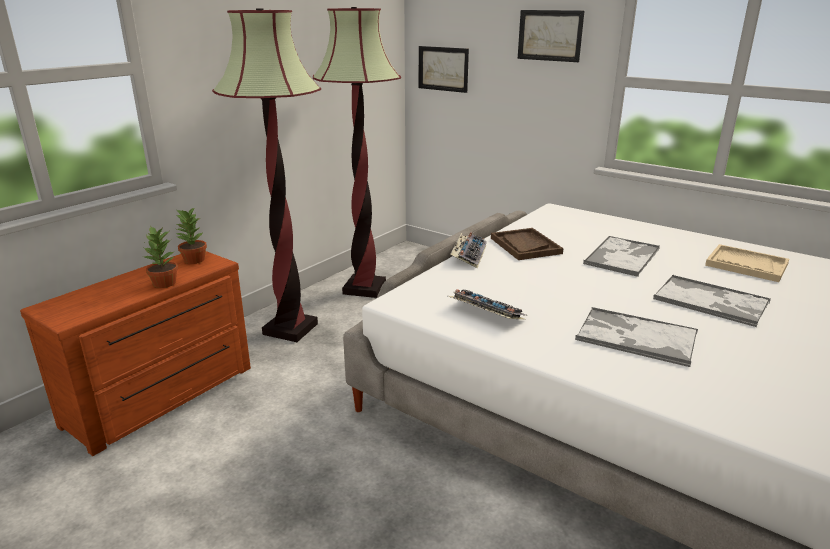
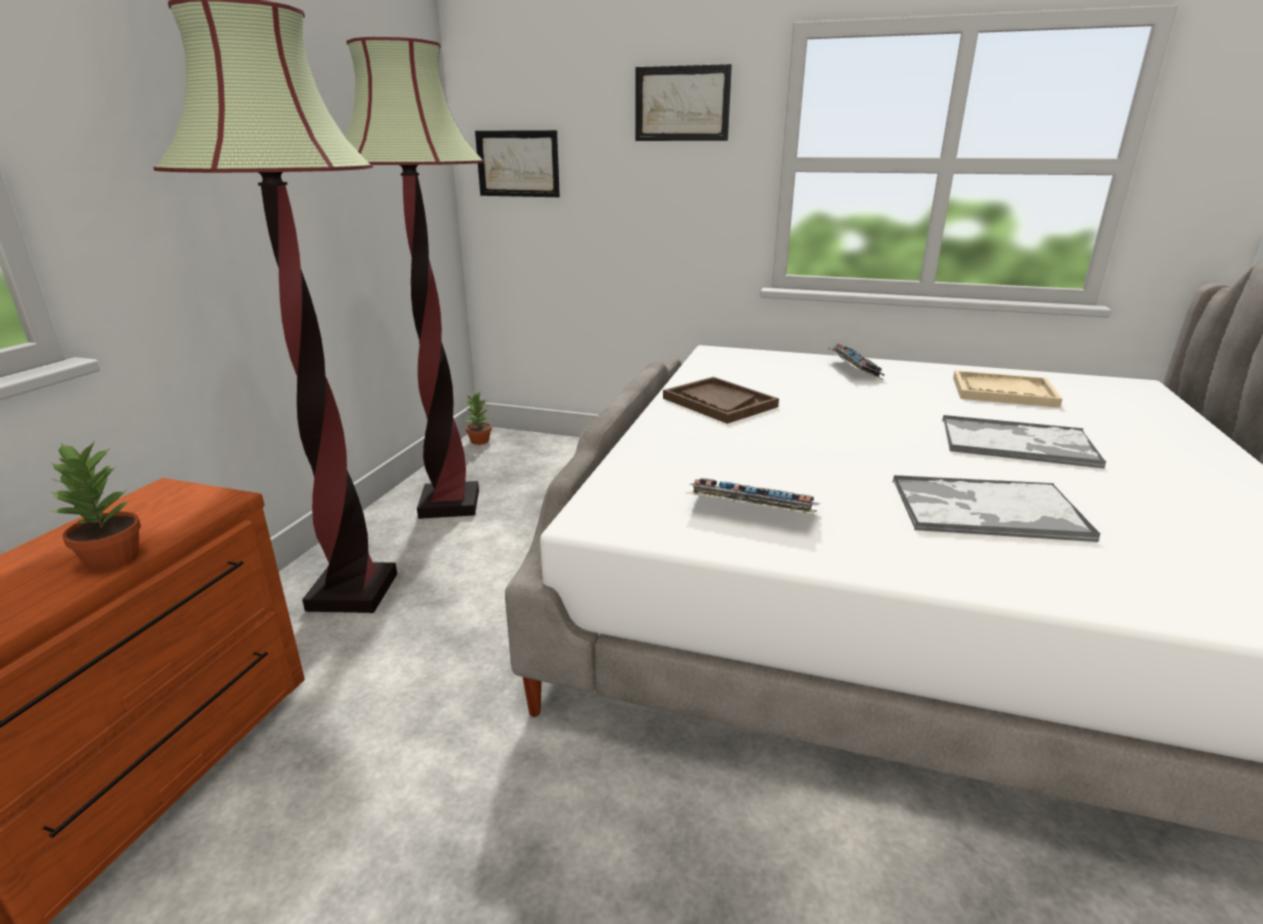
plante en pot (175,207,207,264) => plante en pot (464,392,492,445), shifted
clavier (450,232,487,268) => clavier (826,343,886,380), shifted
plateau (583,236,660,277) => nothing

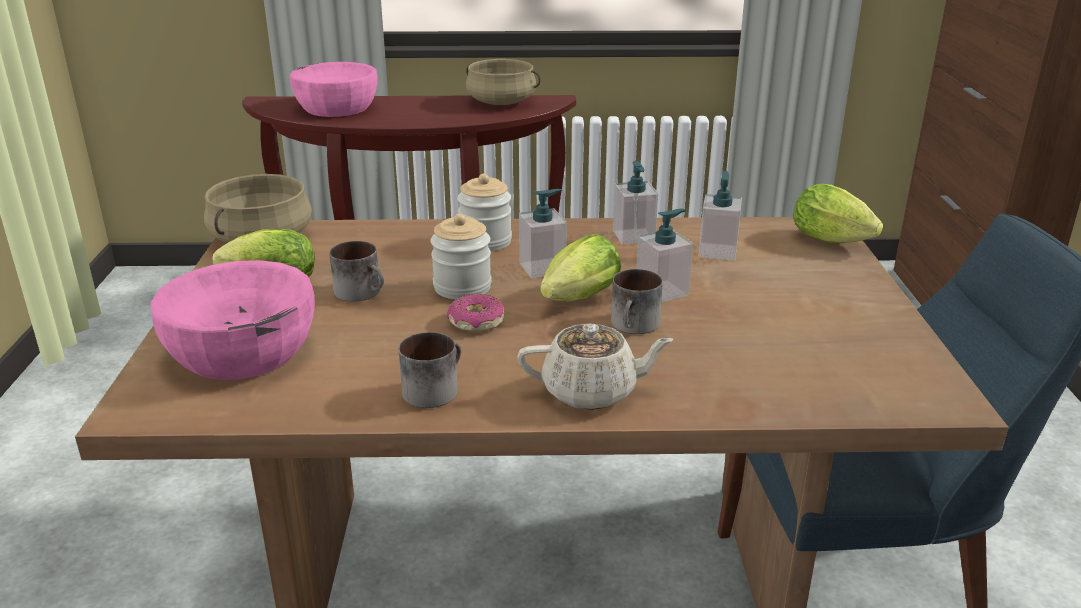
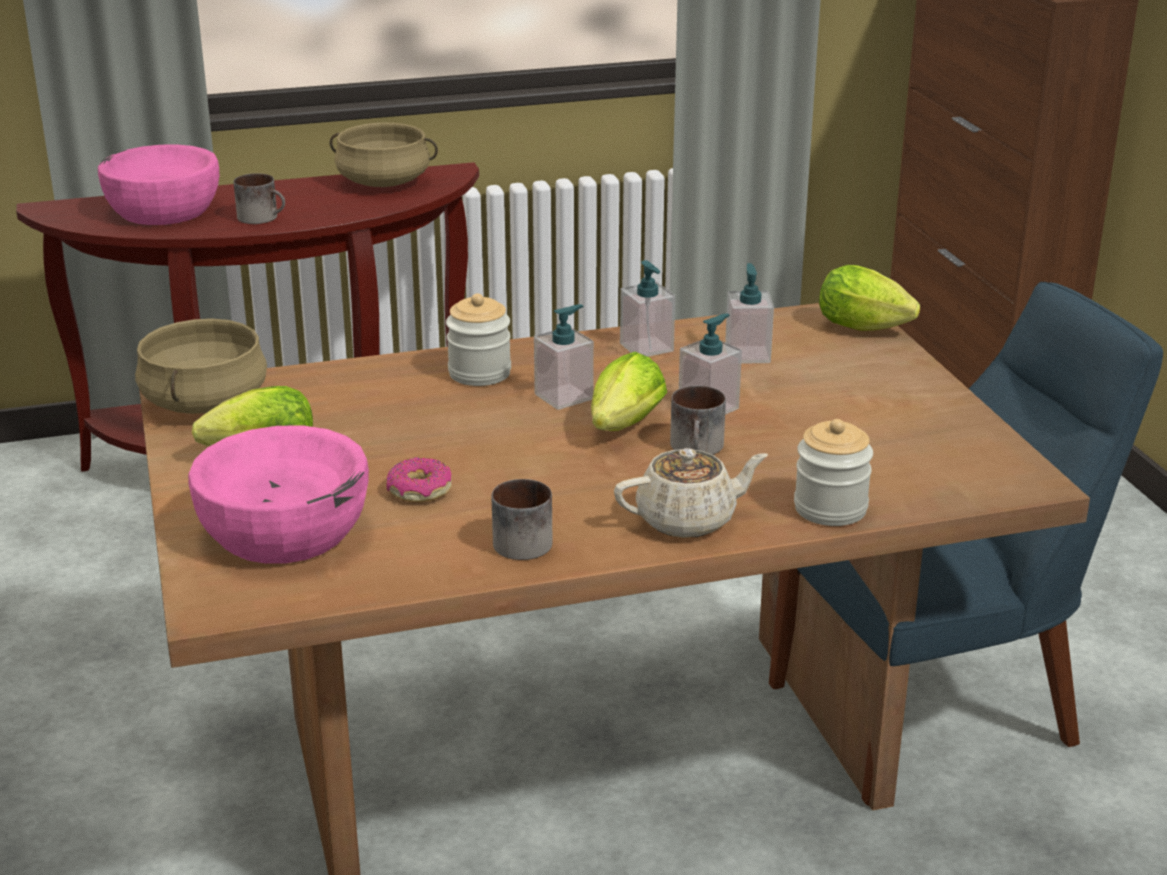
bocal (431,214,492,299) => bocal (794,419,873,526), shifted
mug (329,241,384,302) => mug (233,173,285,224), shifted
beignet (447,293,504,332) => beignet (387,458,452,502), shifted

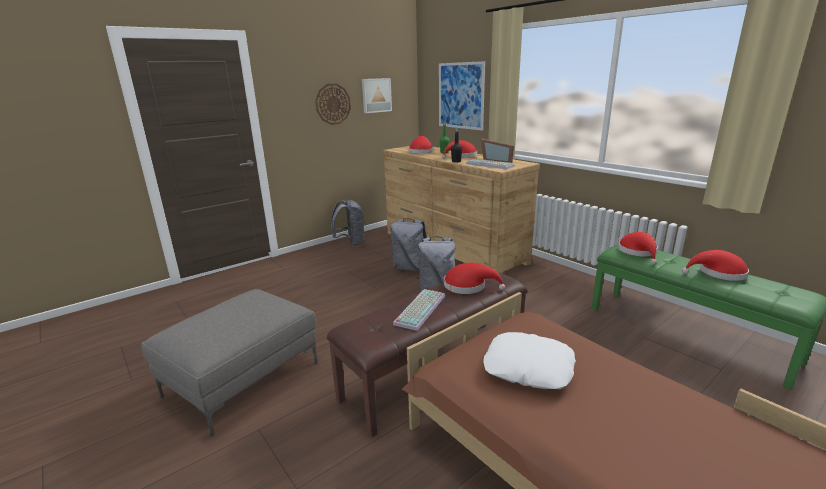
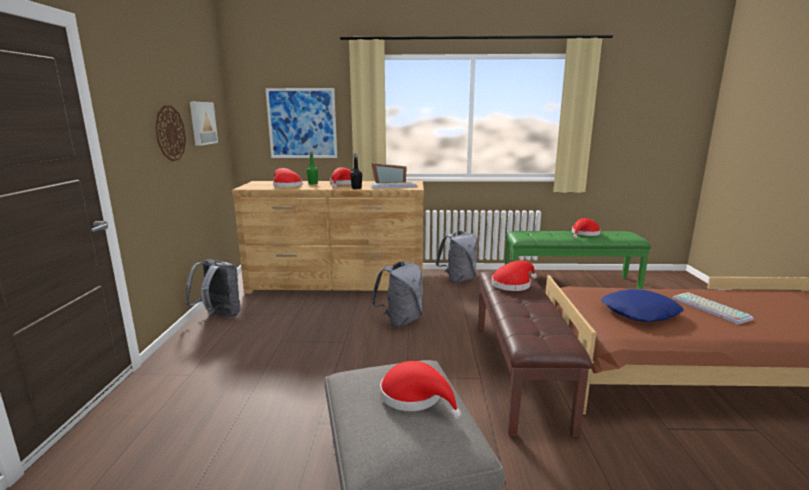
sac à dos (gris) (390,218,427,271) => sac à dos (gris) (436,231,477,283), shifted
chapeau (rouge) (618,232,658,265) => chapeau (rouge) (380,361,461,419), shifted
clavier (393,289,445,331) => clavier (672,292,753,325), shifted
coussin (blanc) (483,332,576,389) => coussin (bleu) (601,289,684,322)

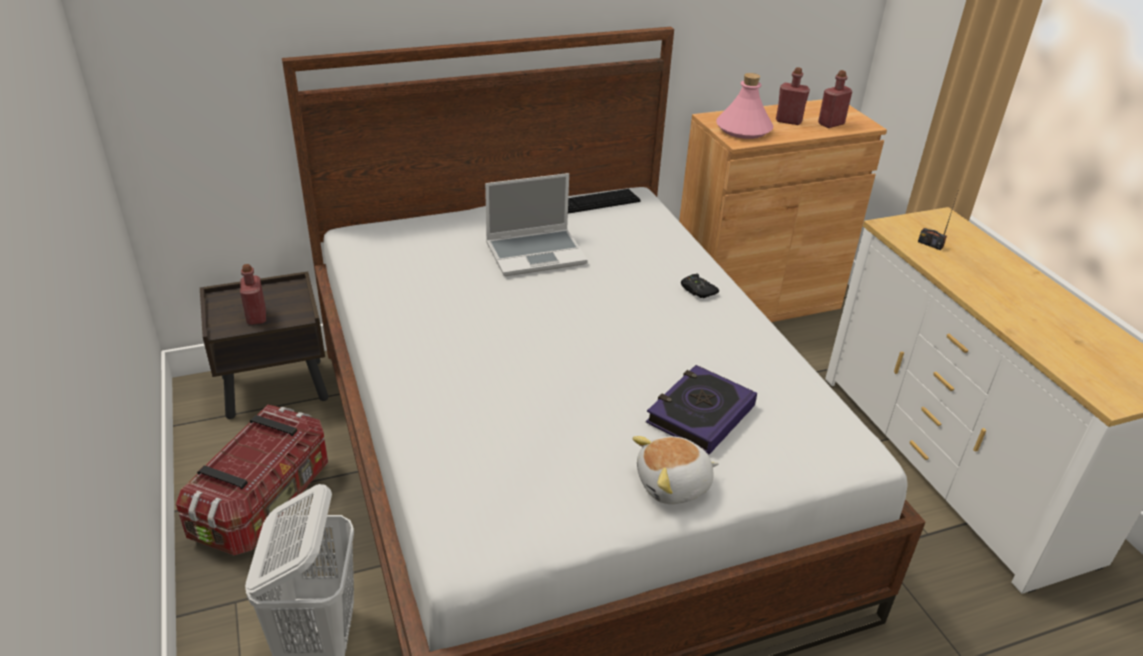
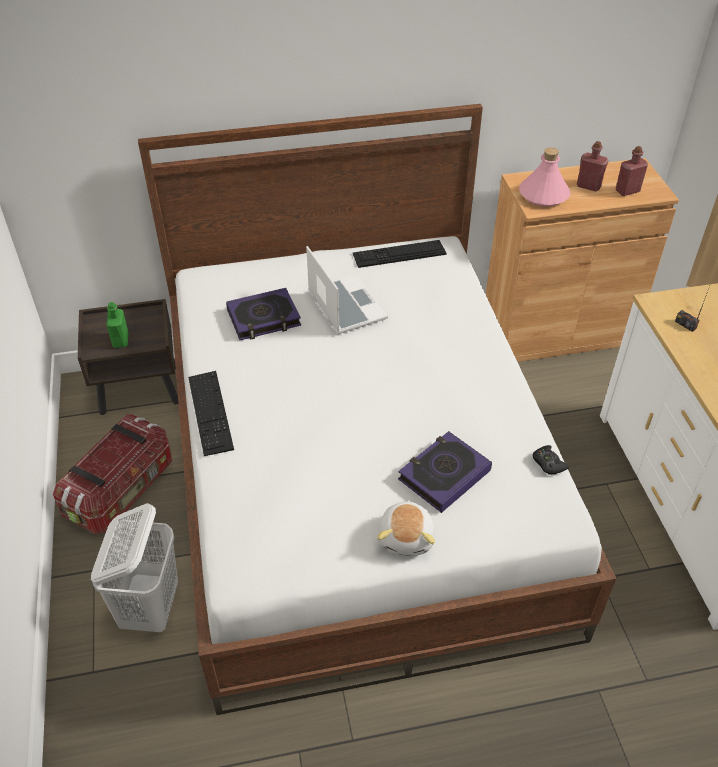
ordinateur portable (485,173,588,276) => ordinateur portable (306,246,388,334), 105 degrees counterclockwise
bouteille (rouge) (240,264,266,325) => bouteille (vert) (107,302,129,348)
manette (noir) (681,274,719,298) => manette (noir) (532,445,569,474), shifted
peluche (633,436,719,504) => peluche (377,500,435,556), 75 degrees counterclockwise
nothing => livre (226,288,301,340)
nothing => clavier (188,371,234,456)

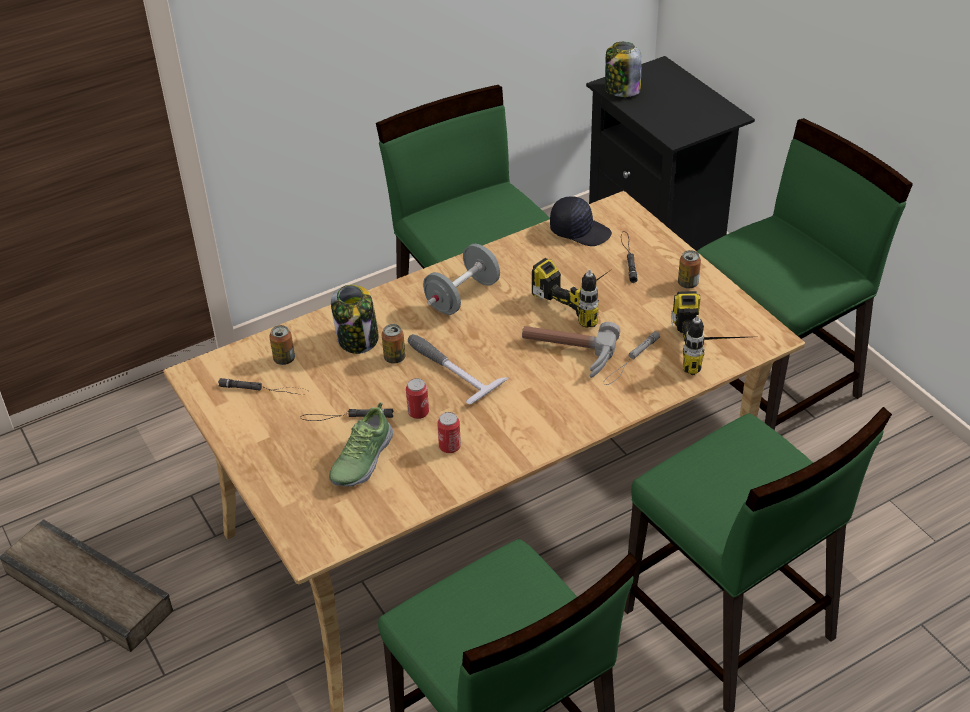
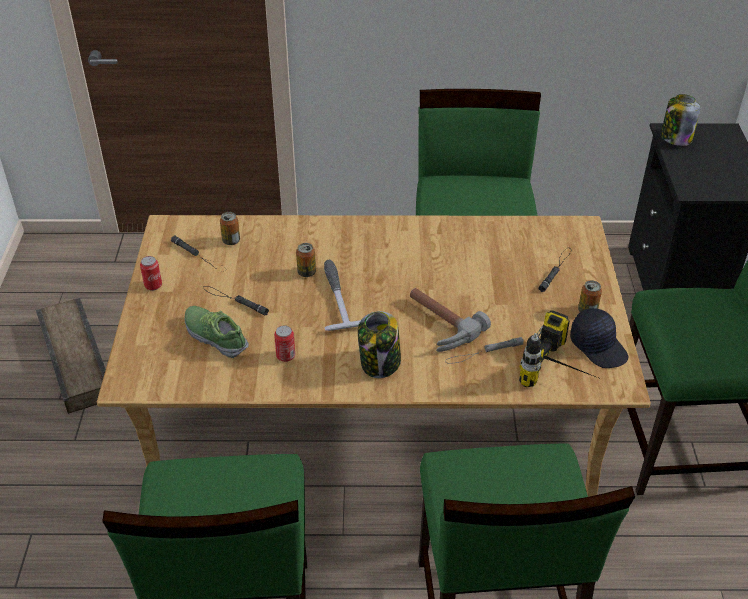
casquette (noir) (550,196,612,246) => casquette (noir) (570,308,628,368), shifted
haltère (gris) (423,244,500,315) => nothing
perceuse (532,258,612,328) => nothing
bocal (331,285,379,354) => bocal (358,311,401,378), shifted
boîte métallique (406,378,429,419) => boîte métallique (140,256,162,291), shifted
chaussure (329,402,393,487) => chaussure (185,306,249,358), 75 degrees clockwise

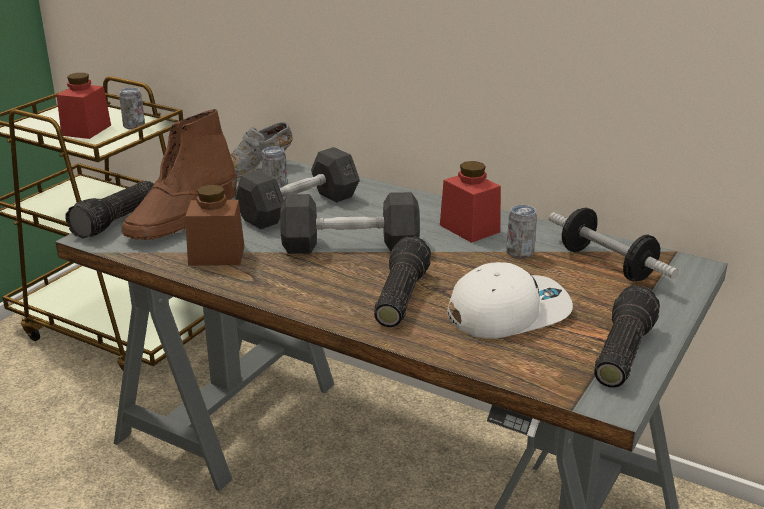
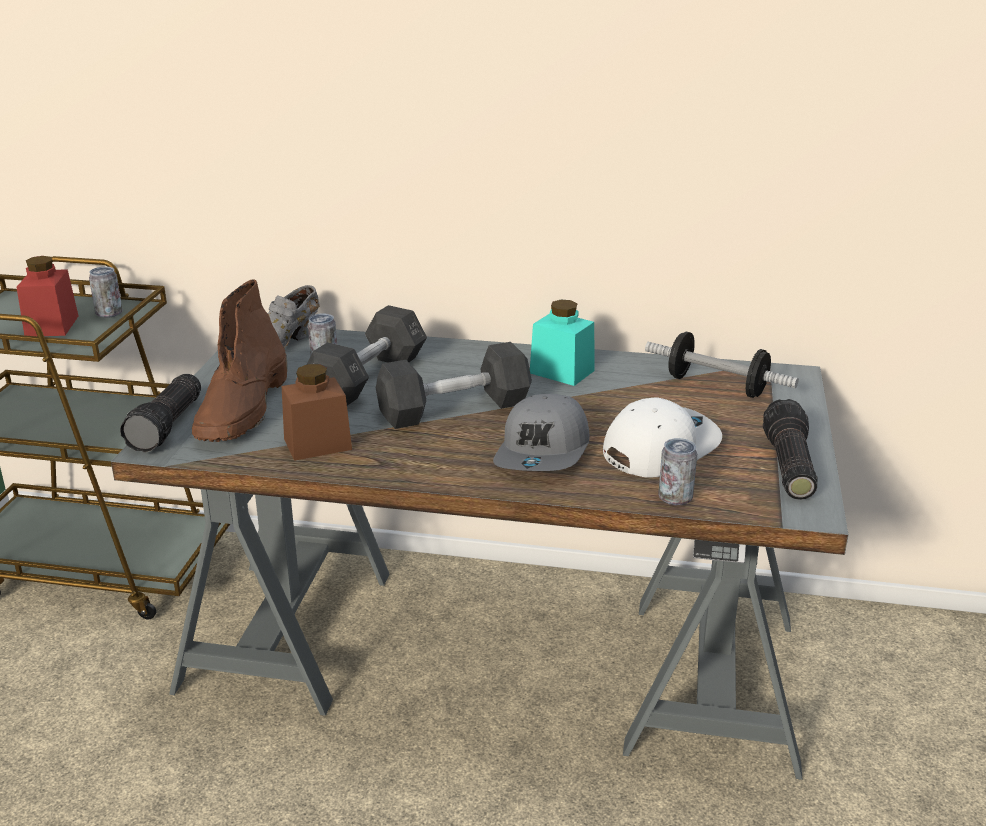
bocal (rouge) (440,161,501,243) => bocal (turquoise) (530,300,595,386)
boîte métallique (506,205,537,259) => boîte métallique (658,438,697,505), shifted
lampe de poche (374,236,431,327) => casquette (gris) (493,394,590,471)

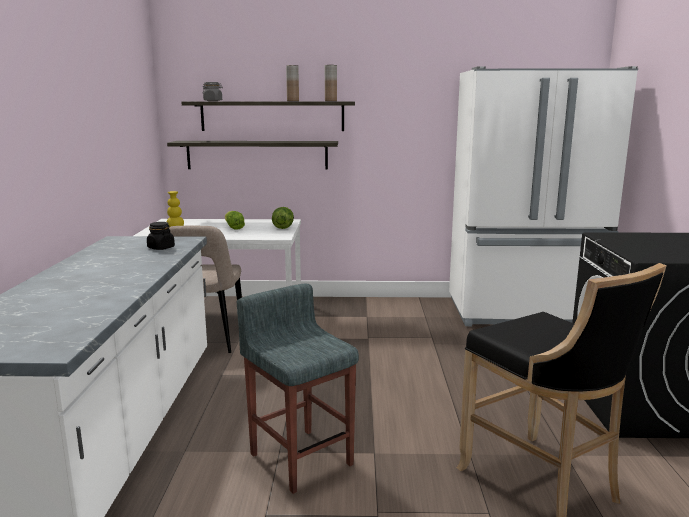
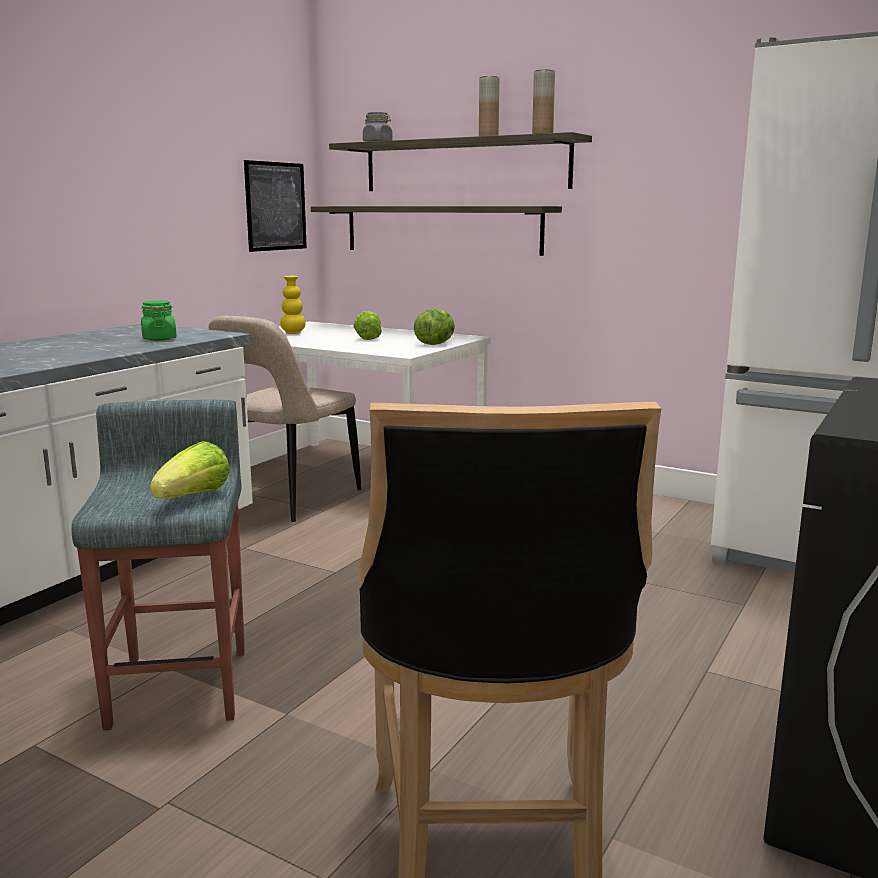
bocal (noir) (147,222,175,250) => bocal (vert) (141,300,177,341)
nothing => tableau (244,160,307,252)
nothing => laitue (150,441,230,499)

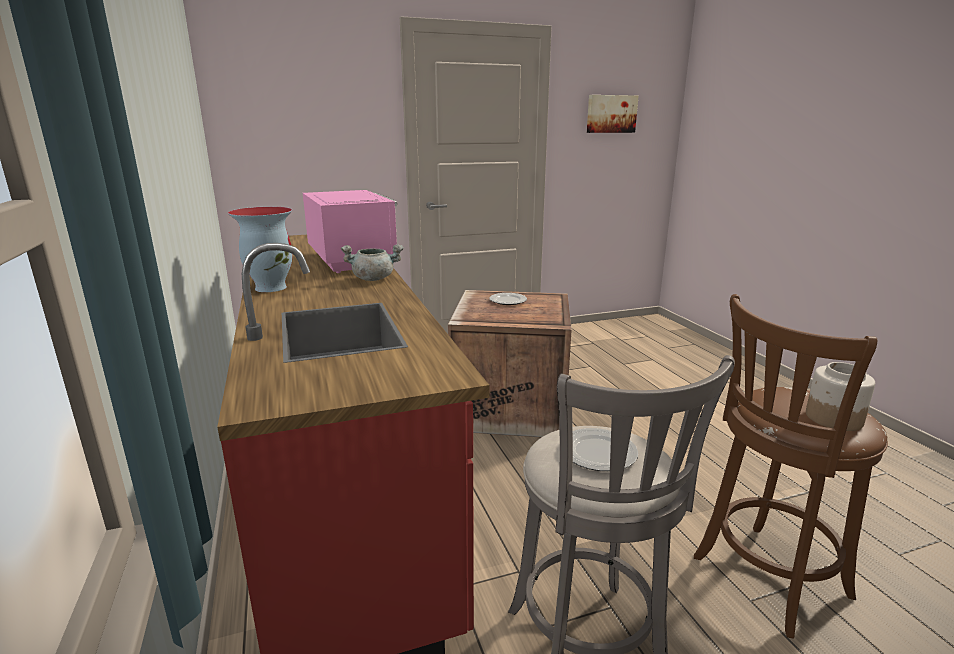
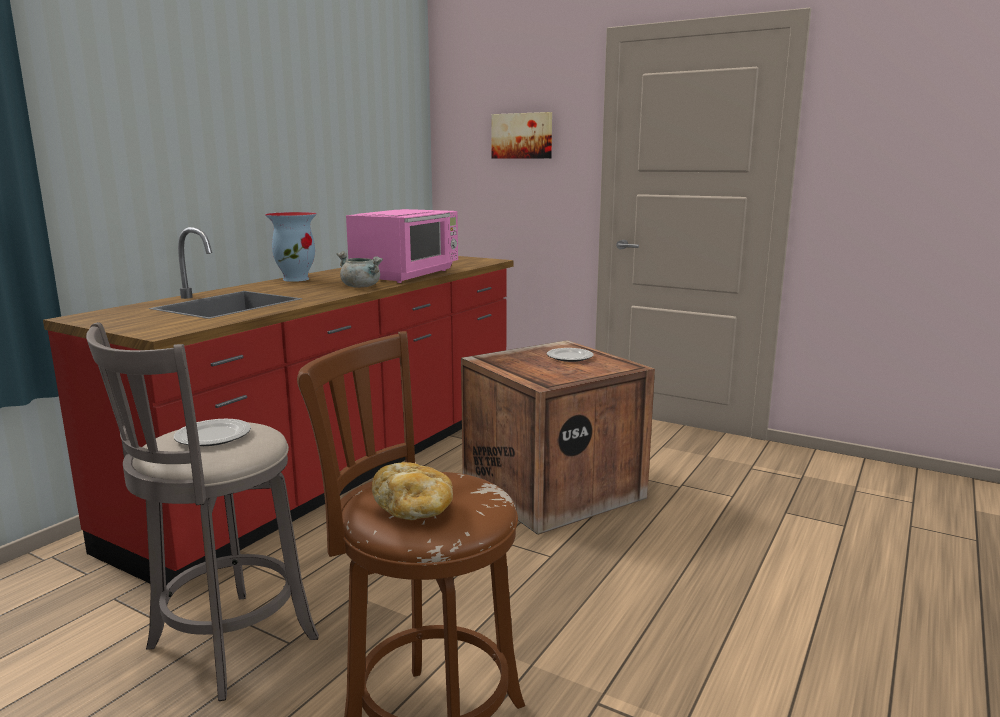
tableau (587,95,639,133) => tableau (491,112,552,158), shifted
bocal (806,362,875,431) => pain (372,462,453,520)

